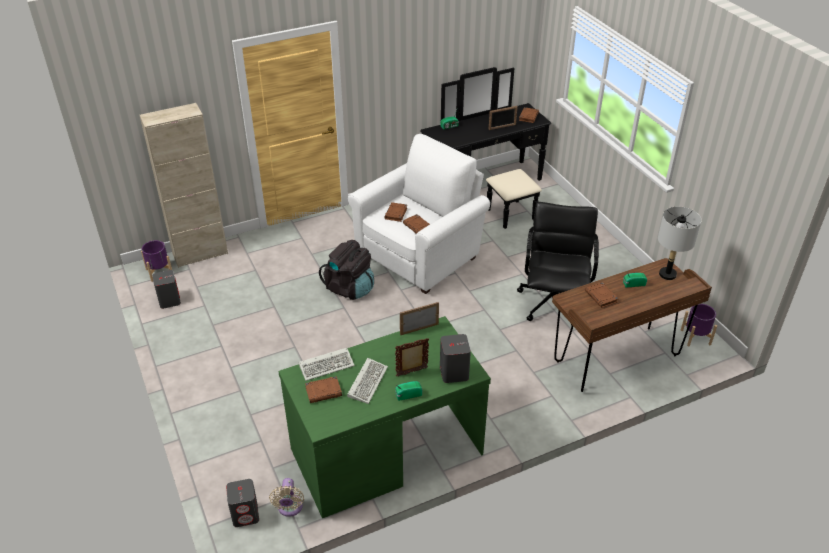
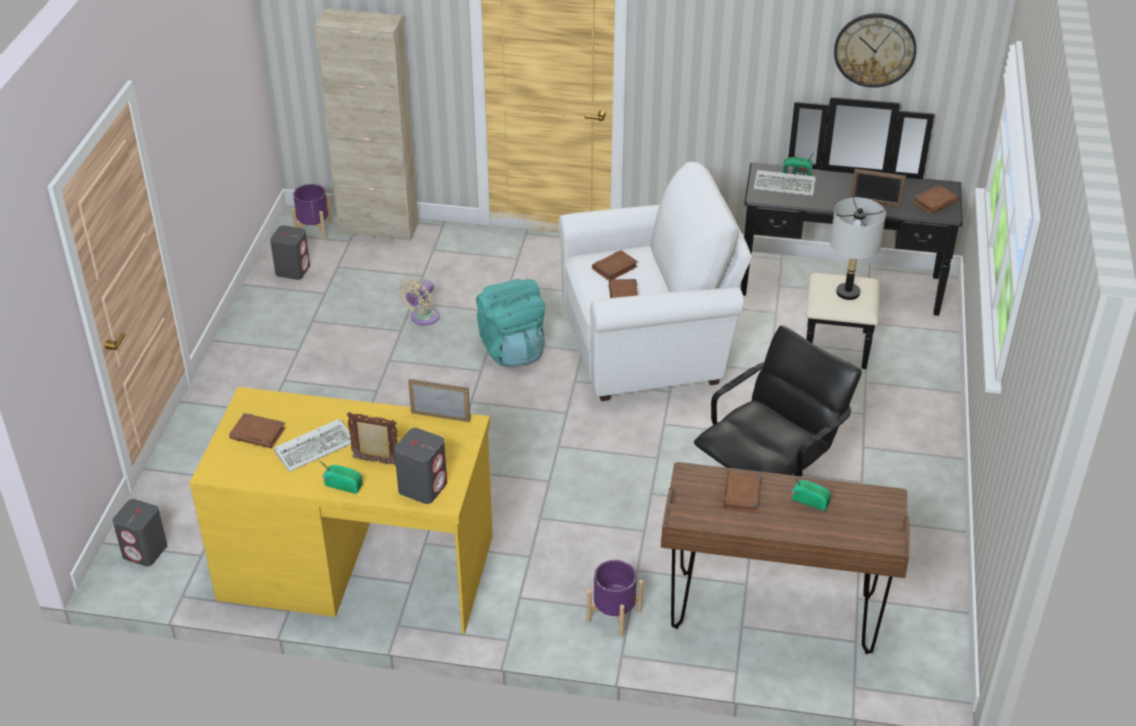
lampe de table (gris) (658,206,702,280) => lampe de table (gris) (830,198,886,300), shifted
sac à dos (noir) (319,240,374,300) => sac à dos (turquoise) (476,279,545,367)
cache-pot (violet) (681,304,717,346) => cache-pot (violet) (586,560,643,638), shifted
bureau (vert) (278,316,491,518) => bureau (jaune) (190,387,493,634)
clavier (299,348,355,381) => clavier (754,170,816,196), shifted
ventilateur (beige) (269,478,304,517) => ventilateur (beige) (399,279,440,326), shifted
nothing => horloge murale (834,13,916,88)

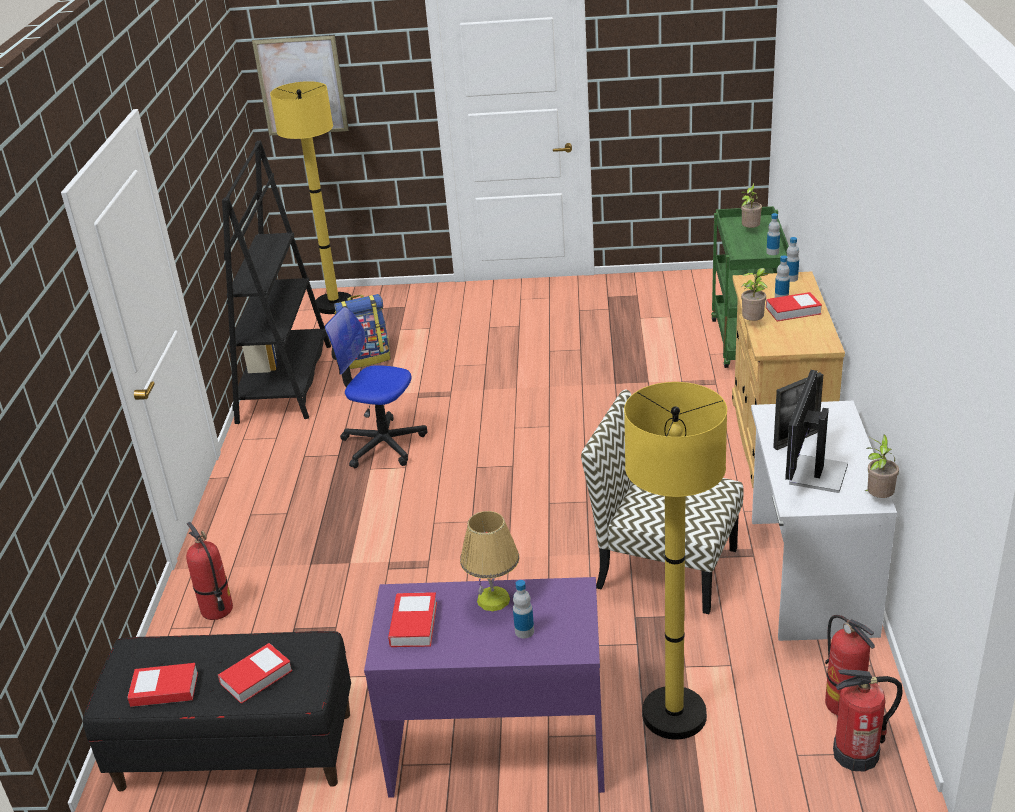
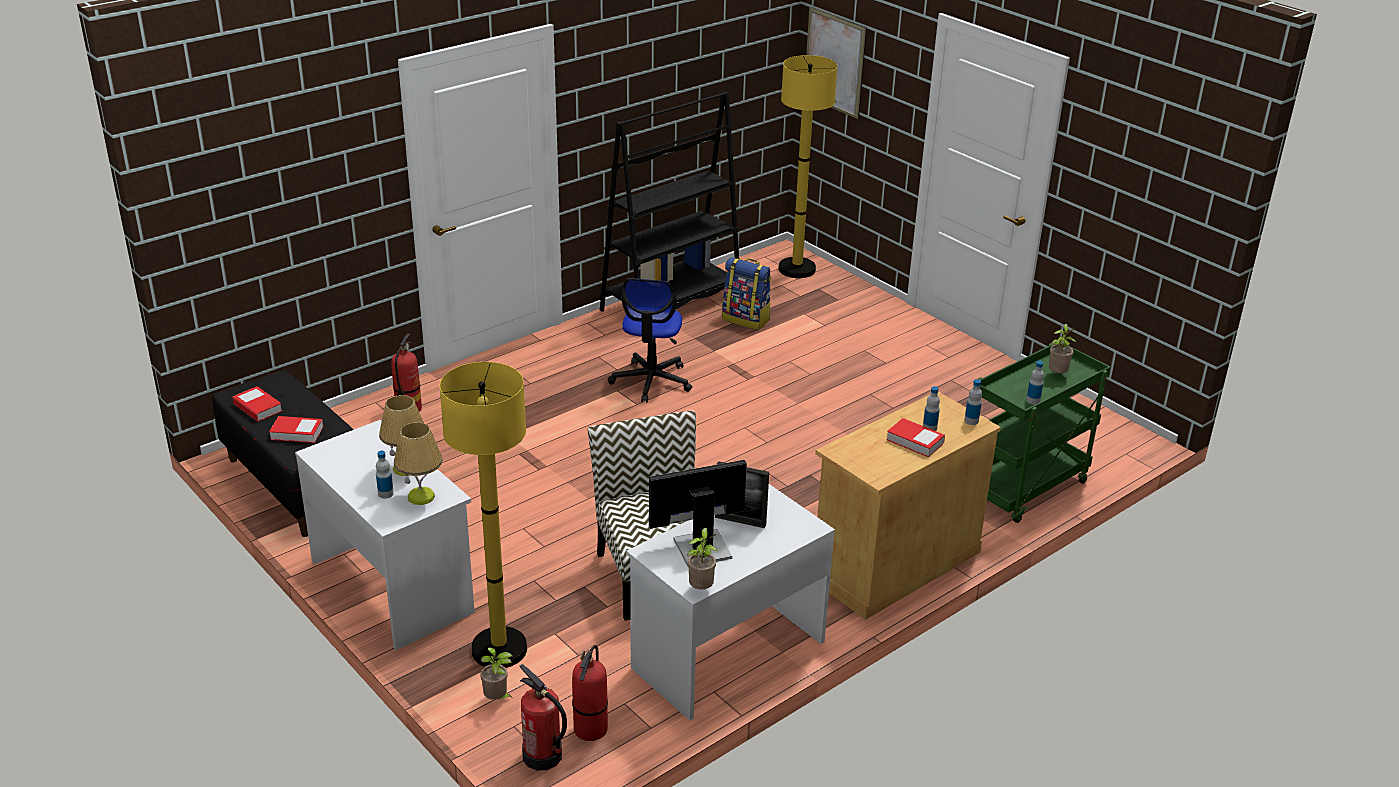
plante en pot (741,268,769,321) => plante en pot (480,647,512,700), shifted
chaise de bureau (325,307,427,468) => chaise de bureau (608,278,692,402), 150 degrees counterclockwise
bureau (violet) (364,577,605,798) => bureau (blanc) (295,420,475,650)
livre (388,592,437,647) => nothing
nothing => lampe de table (394,422,443,505)

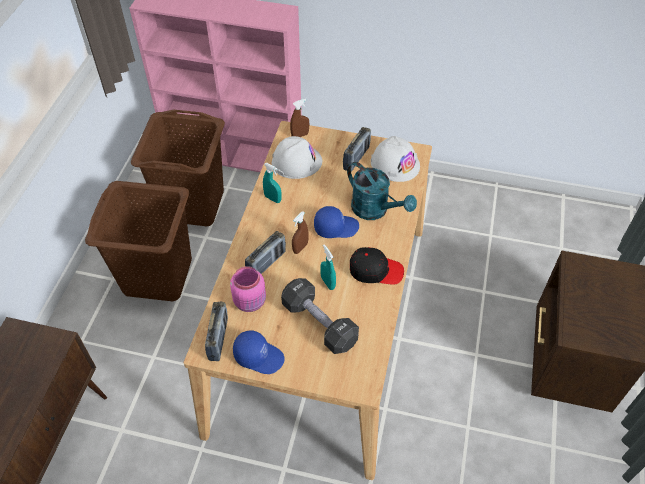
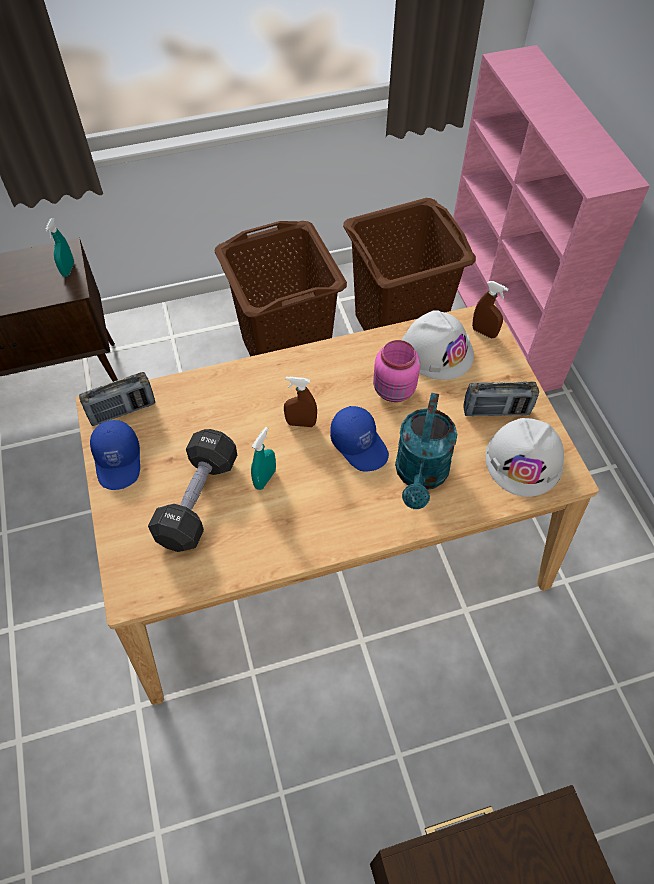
vaporisateur (turquoise) (263,163,282,203) => vaporisateur (turquoise) (45,218,74,277), shifted
radio (245,231,286,274) => nothing
casquette (noir) (350,247,404,285) => nothing
bocal (rose) (230,266,266,312) => bocal (rose) (373,340,420,402), shifted

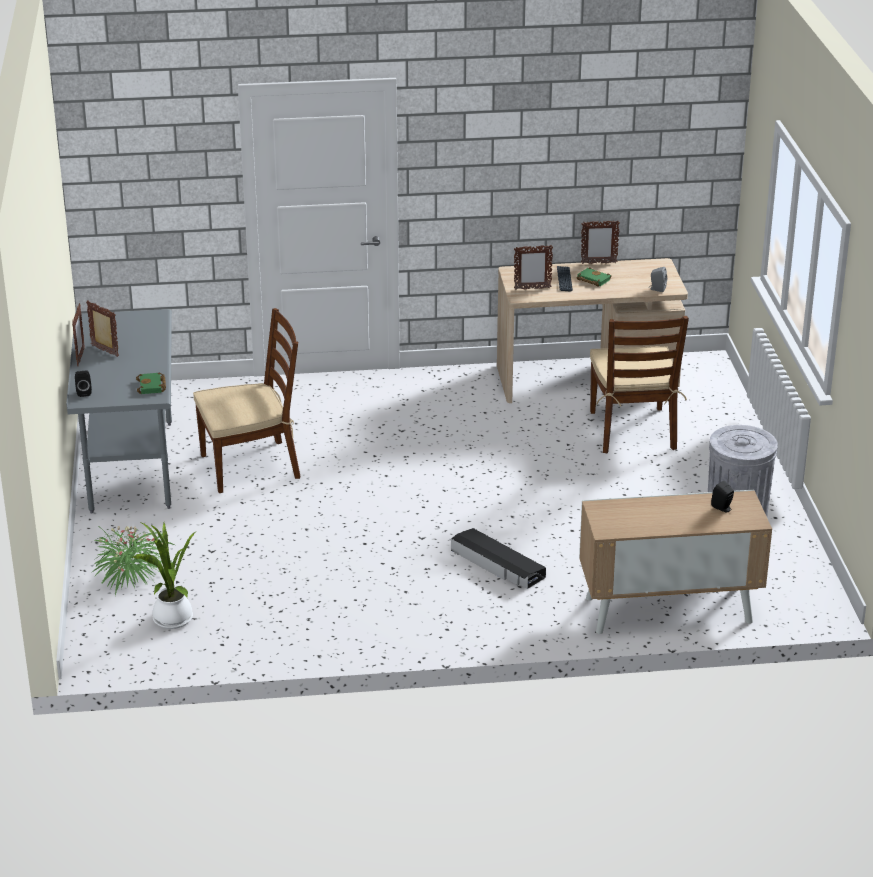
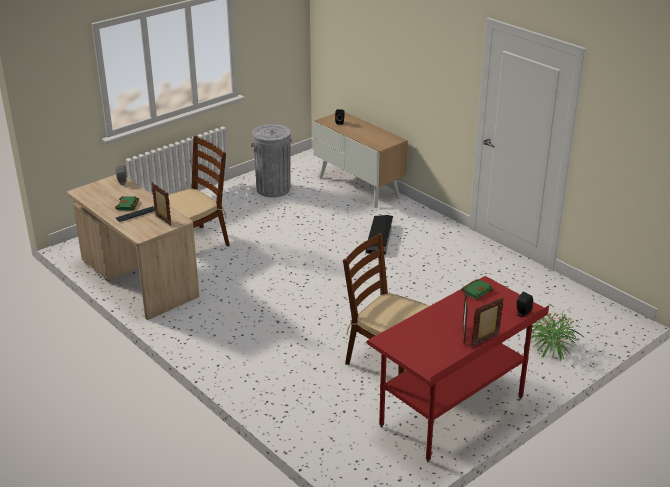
cadre photo (581,220,620,264) => nothing
bureau (gris) (66,309,172,514) => bureau (rouge) (367,276,549,462)
plante en pot (133,523,197,629) => nothing

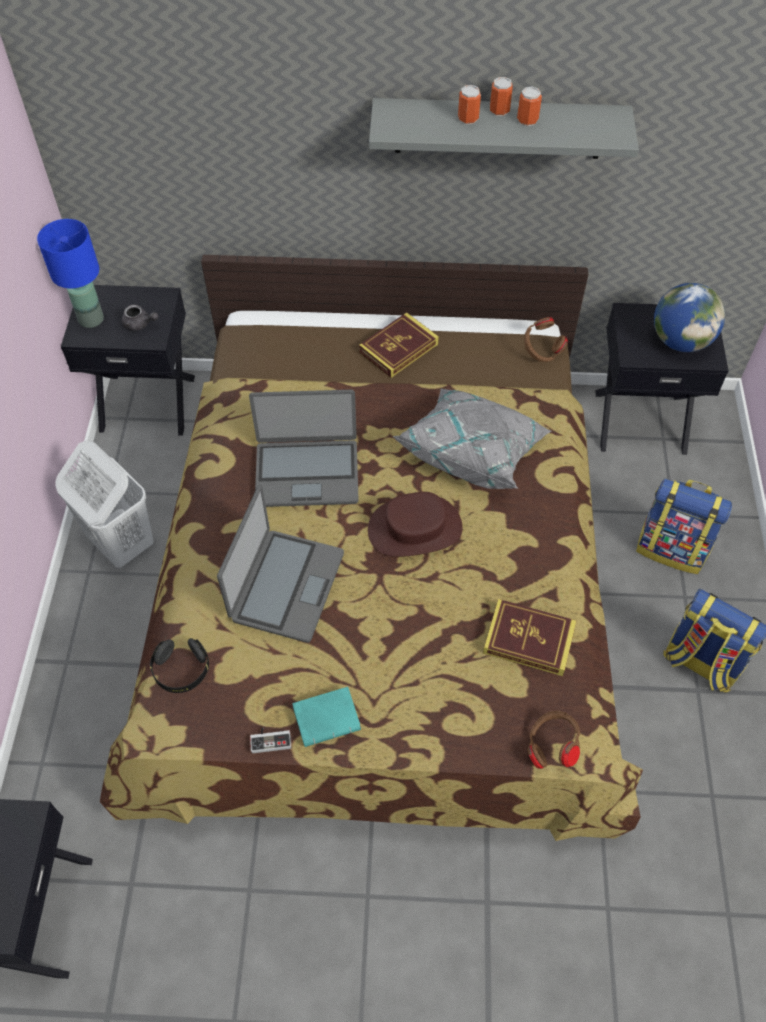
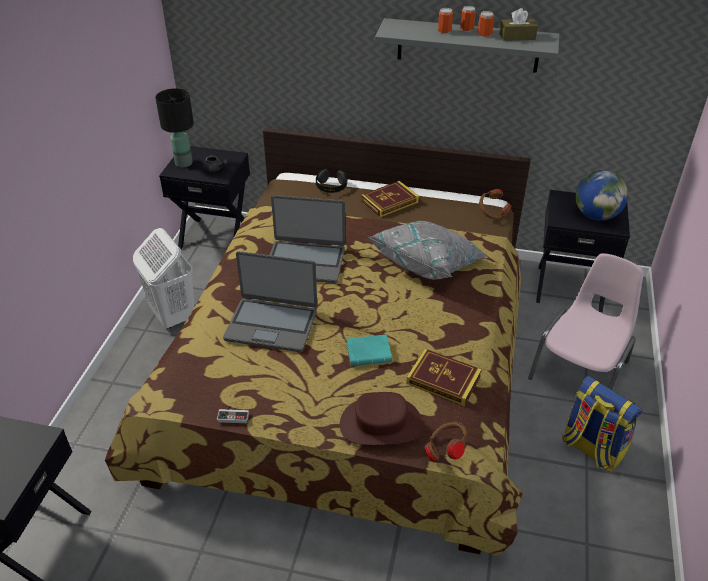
lampe de table (bleu) (37,219,104,328) => lampe de table (noir) (155,88,194,168)
sac à dos (636,478,732,574) => chaise (rose) (528,253,644,390)
ordinateur portable (217,485,344,643) => ordinateur portable (223,251,317,352), 75 degrees clockwise
chapeau (marron) (368,492,463,557) => chapeau (marron) (340,392,423,445), shifted
casque audio (noir) (150,638,209,693) => casque audio (noir) (316,169,347,193), shifted
livre (turquoise) (292,687,361,747) => livre (turquoise) (346,335,392,366), shifted
nothing => boîte à mouchoirs (marron) (499,8,538,41)

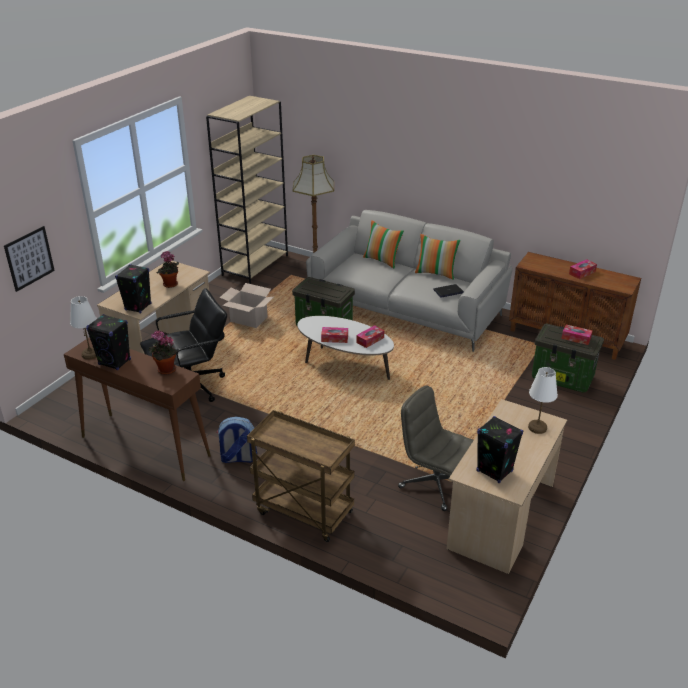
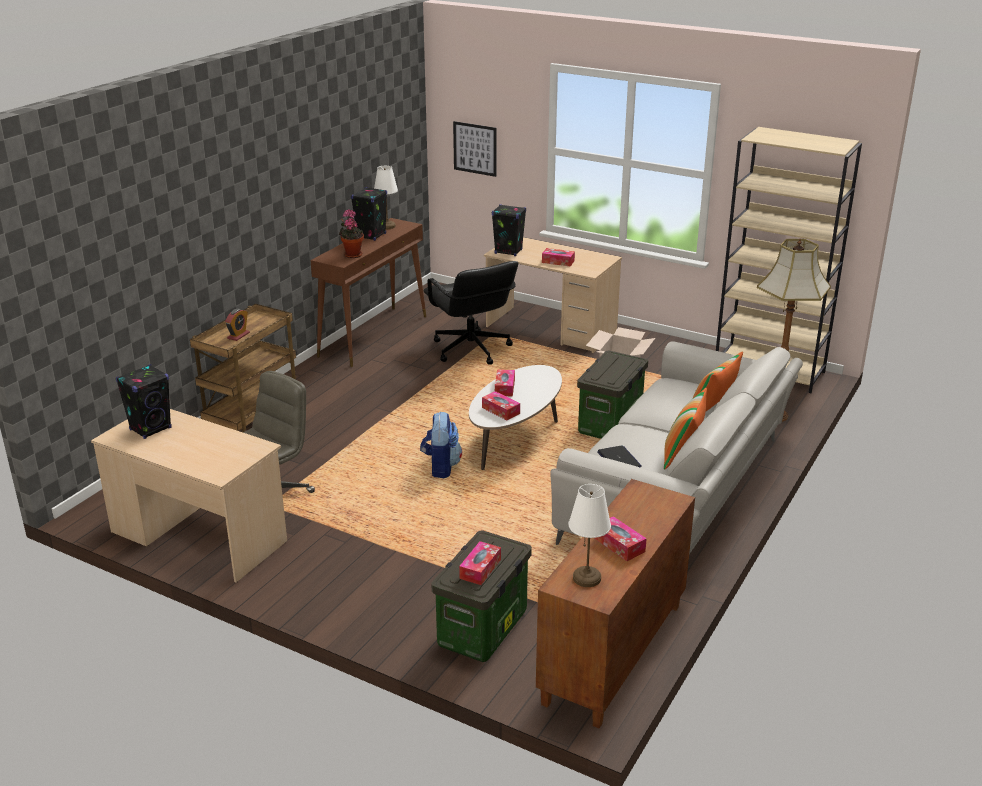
plante en pot (156,251,179,288) => boîte à mouchoirs (542,248,575,267)
lampe de table (blanc) (528,367,558,434) => lampe de table (blanc) (568,484,611,587), shifted
sac à dos (216,417,257,463) => sac à dos (420,412,462,478), shifted
nothing => réveil (225,309,250,341)

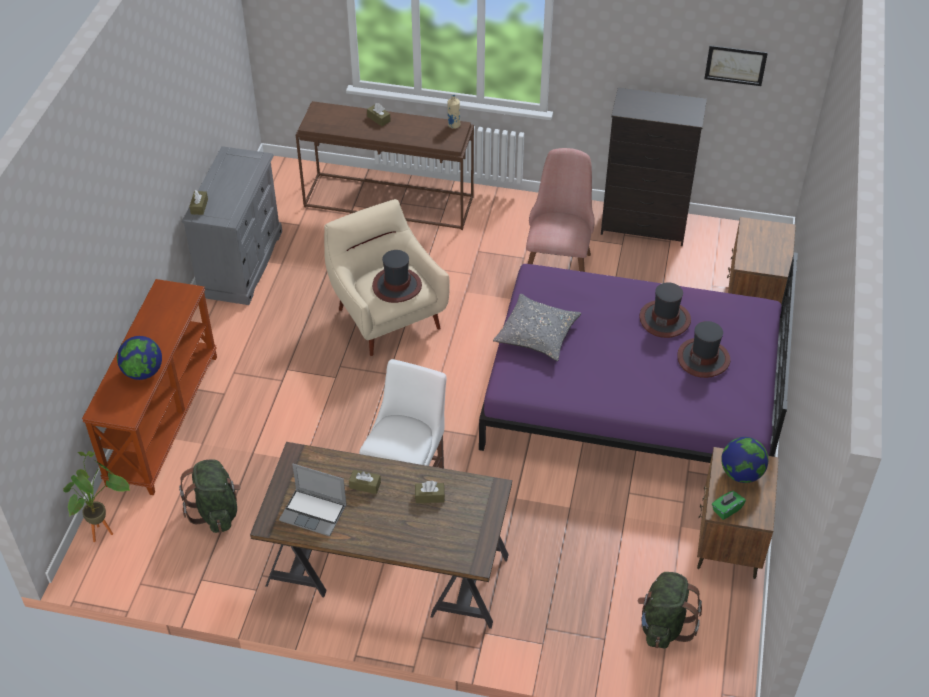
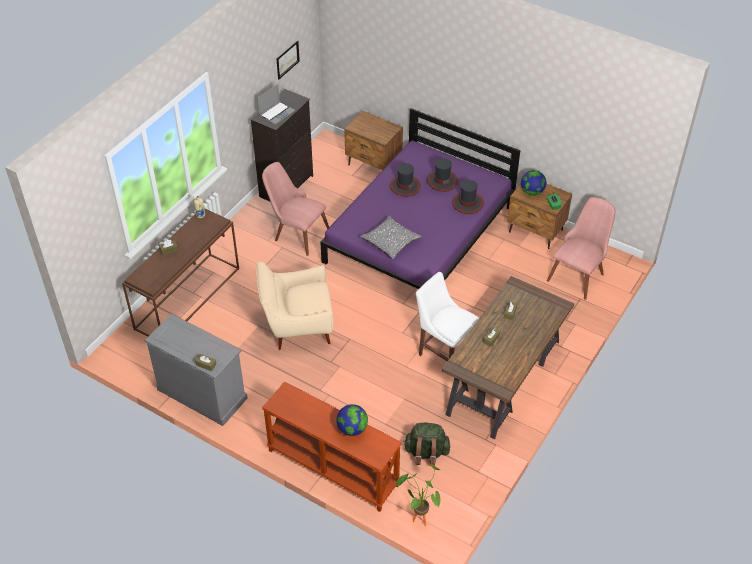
chapeau (372,250,422,303) => chapeau (452,180,484,214), shifted
ordinateur portable (279,464,347,536) => ordinateur portable (257,84,295,125), shifted
sac à dos (vert) (638,572,702,648) => chaise (rose) (547,197,615,300)

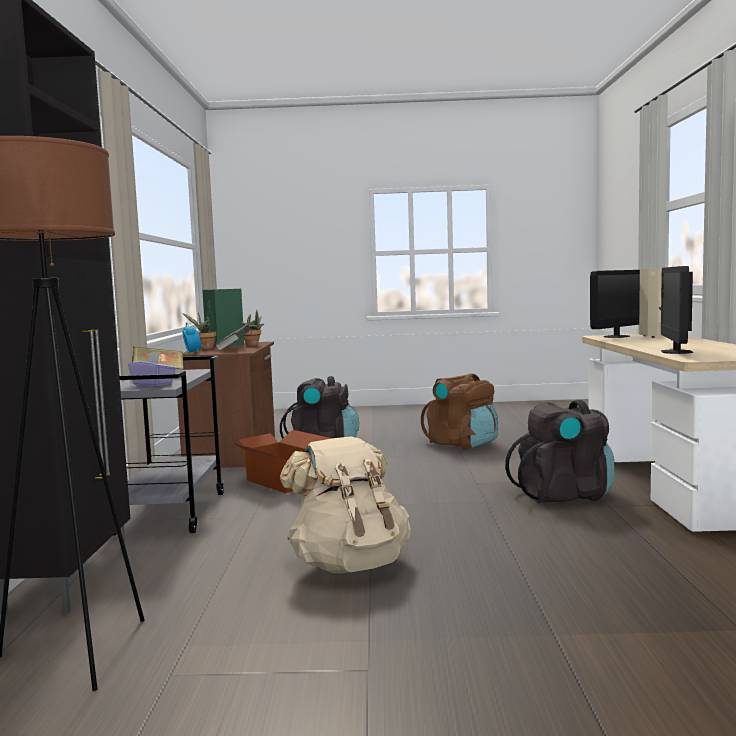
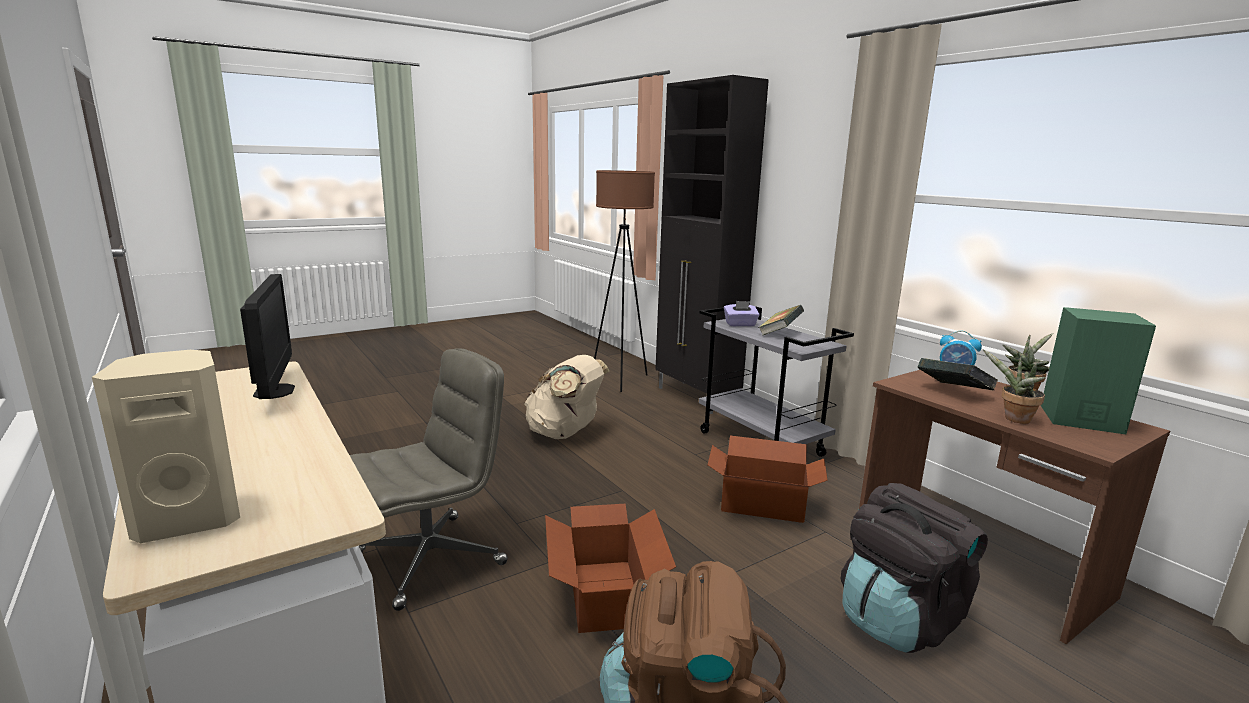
écran d'ordinateur (590,270,640,338) => nothing
sac à dos (noir) (505,400,615,504) => chaise de bureau (gris) (350,348,508,611)
nothing => carton (545,504,676,633)

